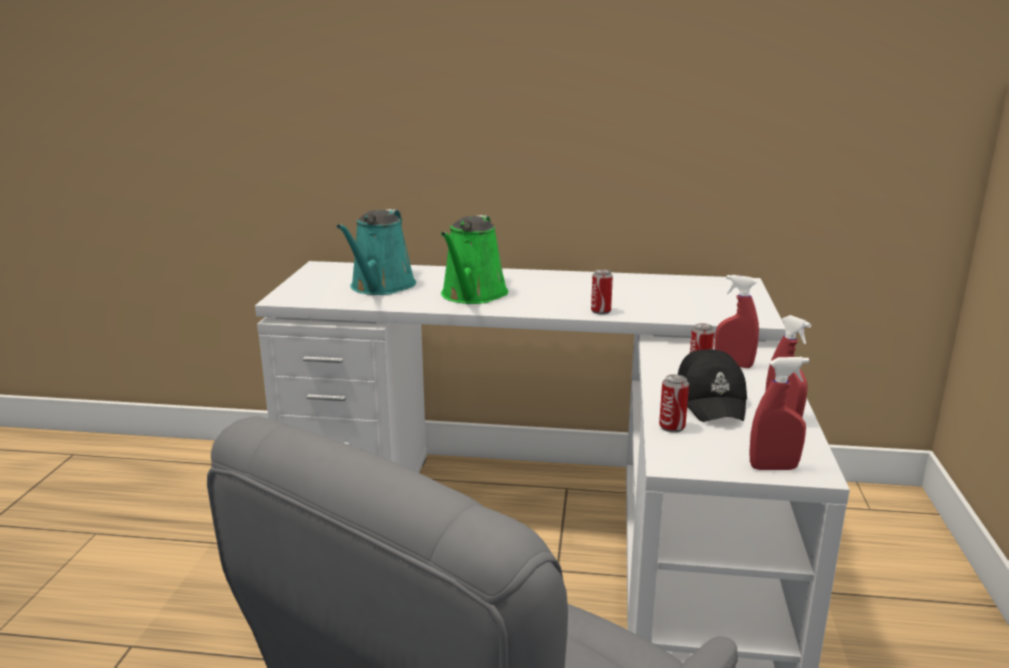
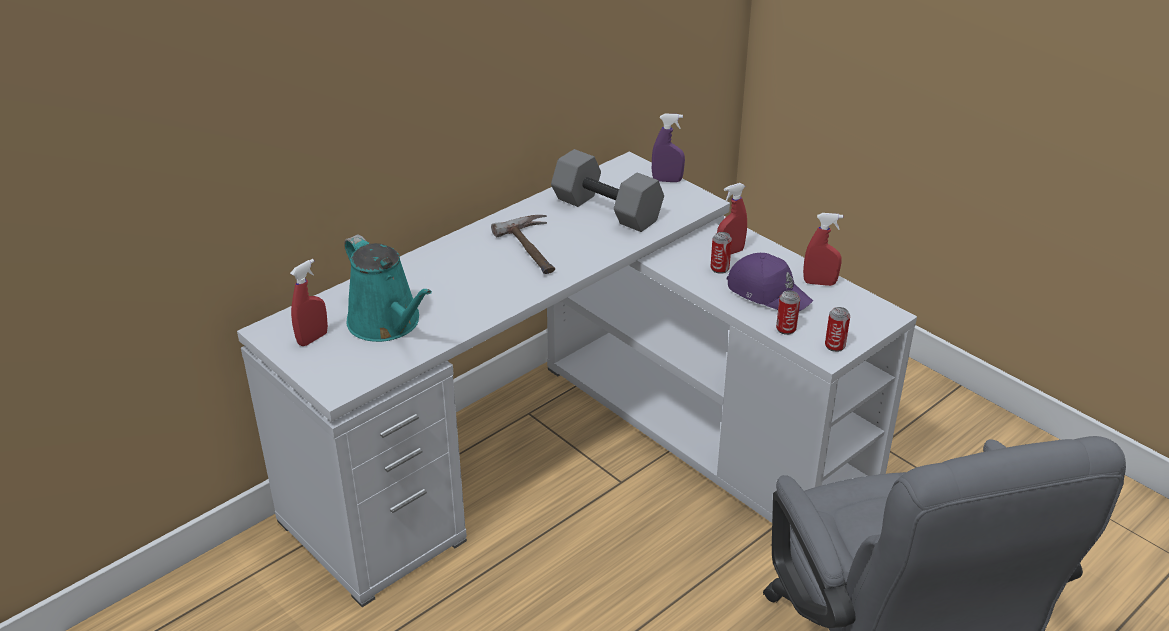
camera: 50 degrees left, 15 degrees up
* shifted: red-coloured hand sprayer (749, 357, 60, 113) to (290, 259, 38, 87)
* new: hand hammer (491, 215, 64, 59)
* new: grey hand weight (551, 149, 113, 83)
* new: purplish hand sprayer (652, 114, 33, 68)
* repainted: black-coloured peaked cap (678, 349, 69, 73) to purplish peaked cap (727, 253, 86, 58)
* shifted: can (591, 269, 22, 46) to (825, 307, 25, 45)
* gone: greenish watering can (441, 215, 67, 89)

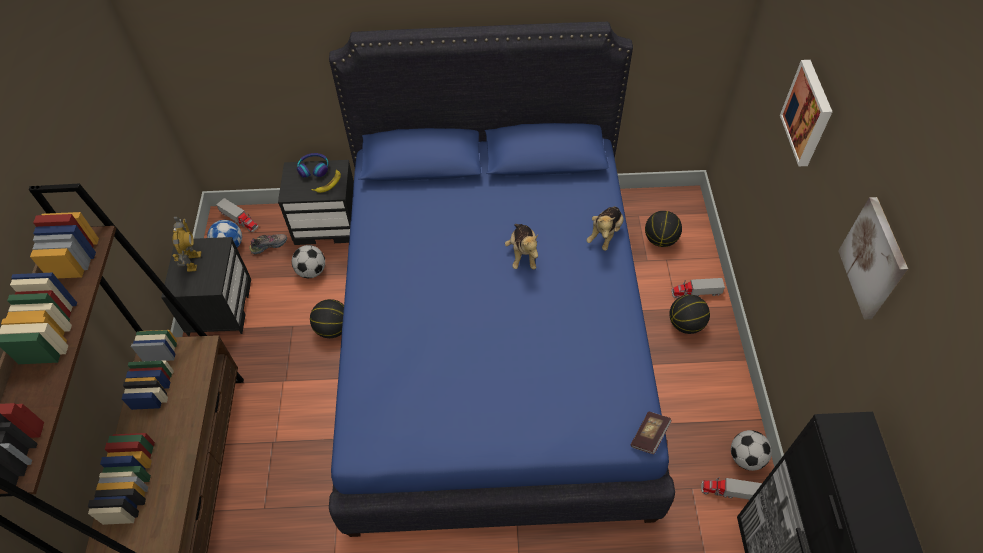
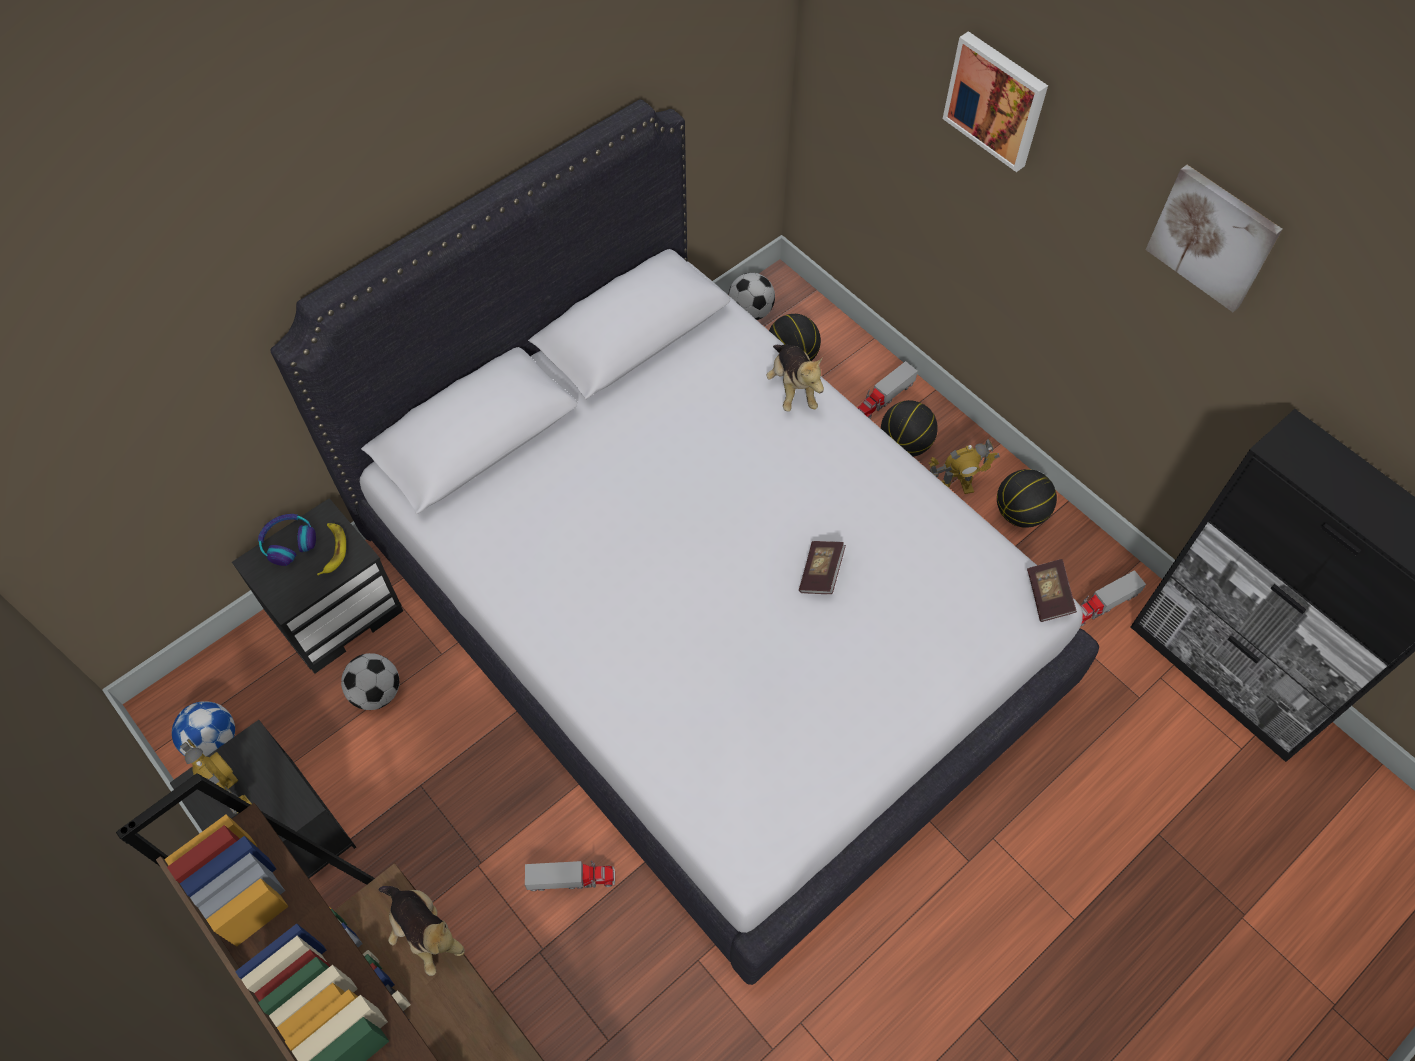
camera: 40 degrees left, 5 degrees up
* repainted: blue-coloured sleeping bed (329, 22, 346, 515) to white sleeping bed (270, 99, 829, 886)
* shifted: cuddly toy (505, 224, 33, 45) to (379, 886, 86, 90)
* shifted: model truck (216, 198, 42, 34) to (525, 861, 90, 30)
* shifted: ball for football (731, 430, 41, 41) to (728, 273, 47, 47)
* new: book (799, 541, 47, 53)
* new: toy robot (929, 439, 71, 55)
* shifted: basketball ball (310, 299, 34, 39) to (997, 469, 60, 59)
* gone: low shoe (249, 234, 38, 20)

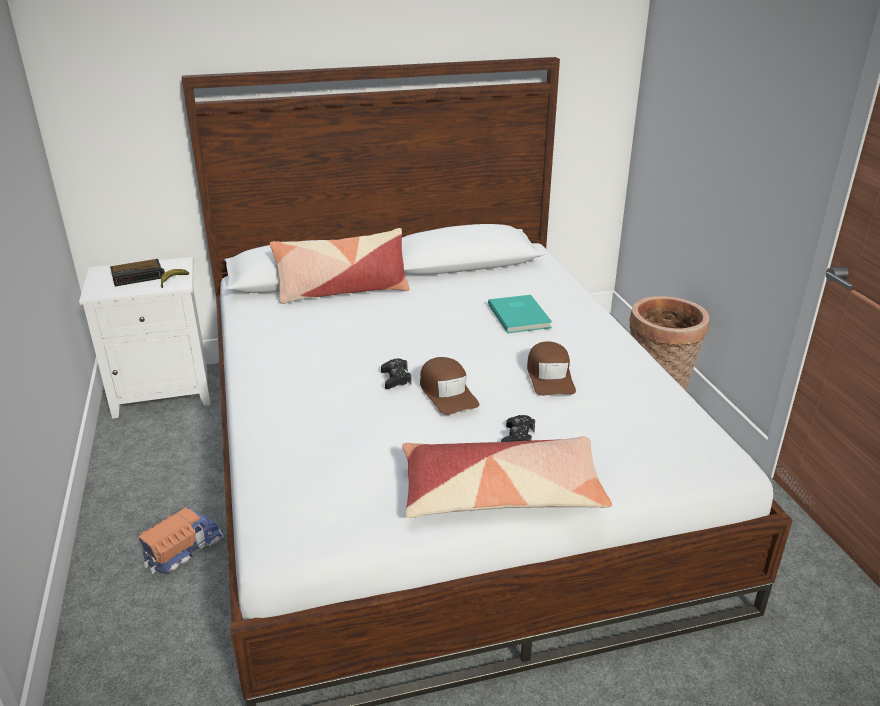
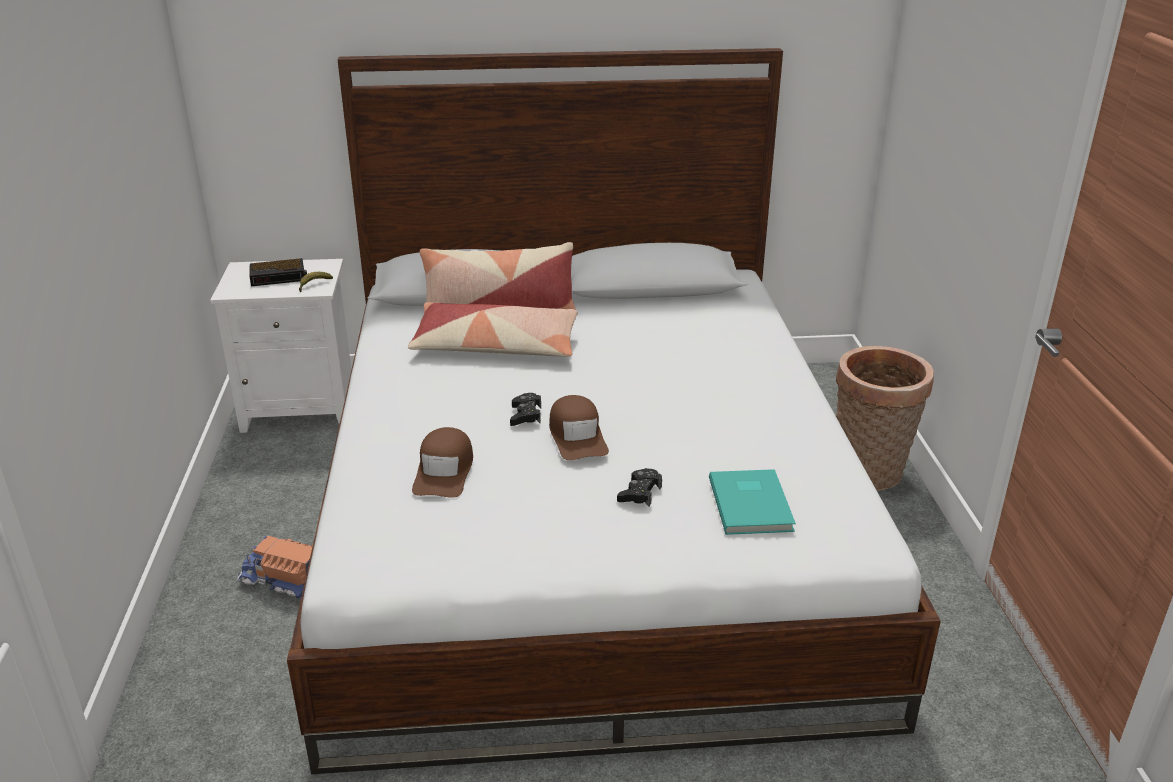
camera: 10 degrees right, 0 degrees up
* rotated: model truck (138, 507, 86, 68) = (237, 536, 76, 63) 120 degrees counterclockwise
* shifted: pillow (402, 436, 210, 82) to (408, 302, 170, 55)
* shifted: brown peaked cap (527, 341, 49, 55) to (412, 427, 61, 71)
* shifted: blue-green book (488, 295, 64, 38) to (709, 469, 87, 66)

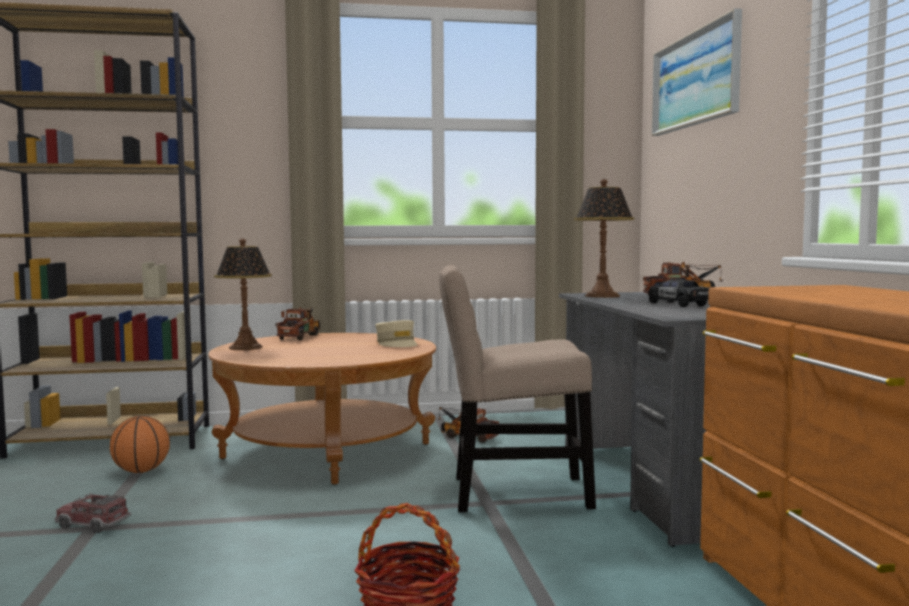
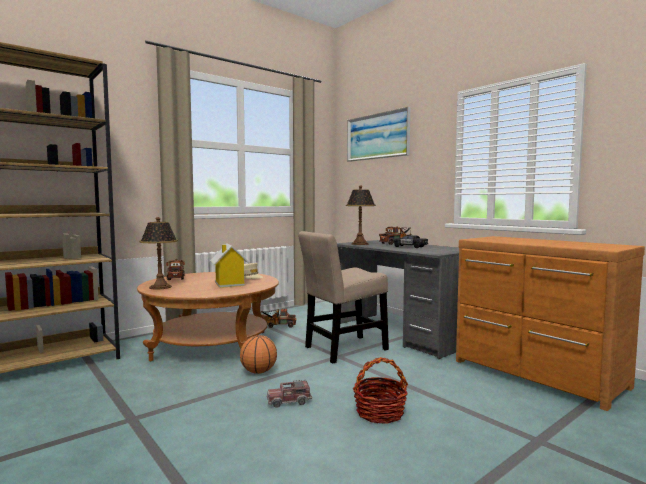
camera: 30 degrees left, 0 degrees up
* new: model house (210, 243, 40, 45)
* shifted: basketball ball (110, 416, 60, 57) to (240, 335, 37, 39)
* shifted: model truck (55, 493, 76, 40) to (267, 380, 45, 28)

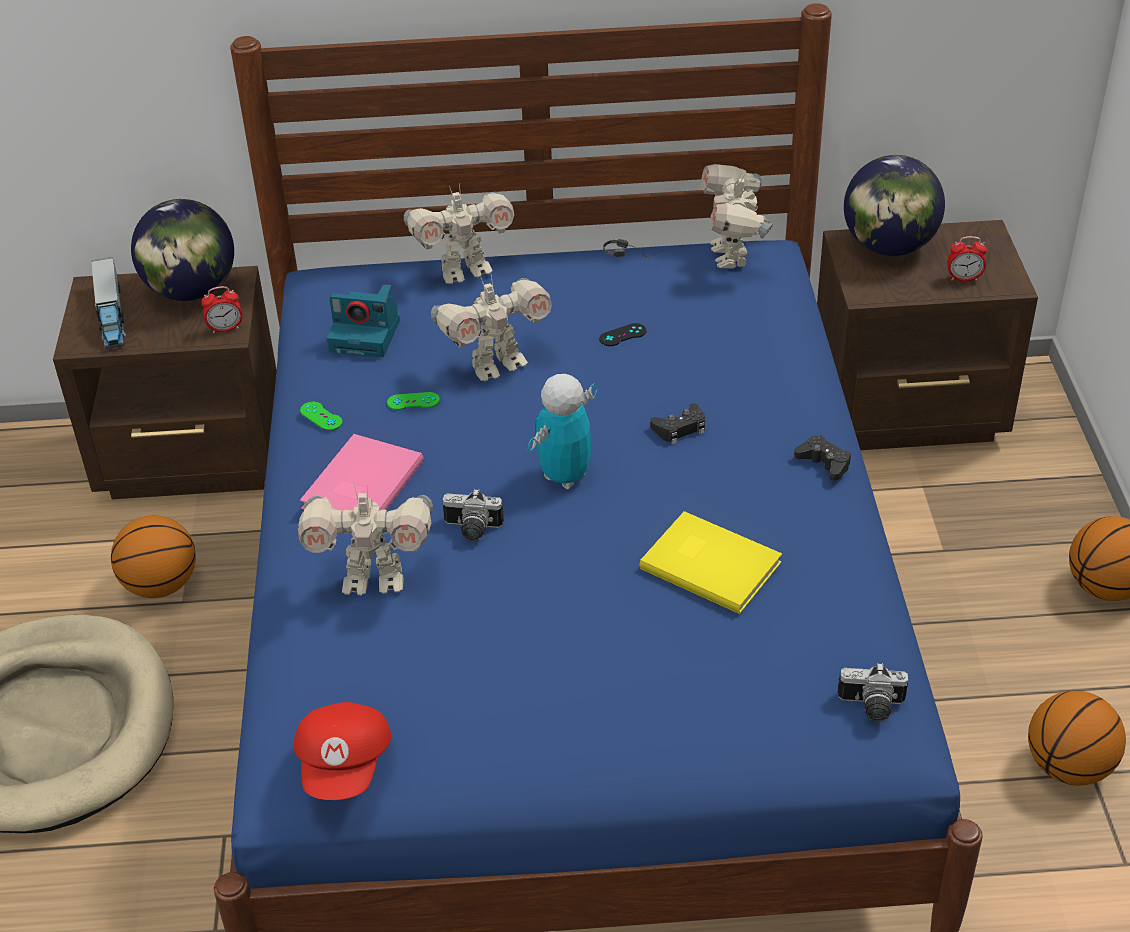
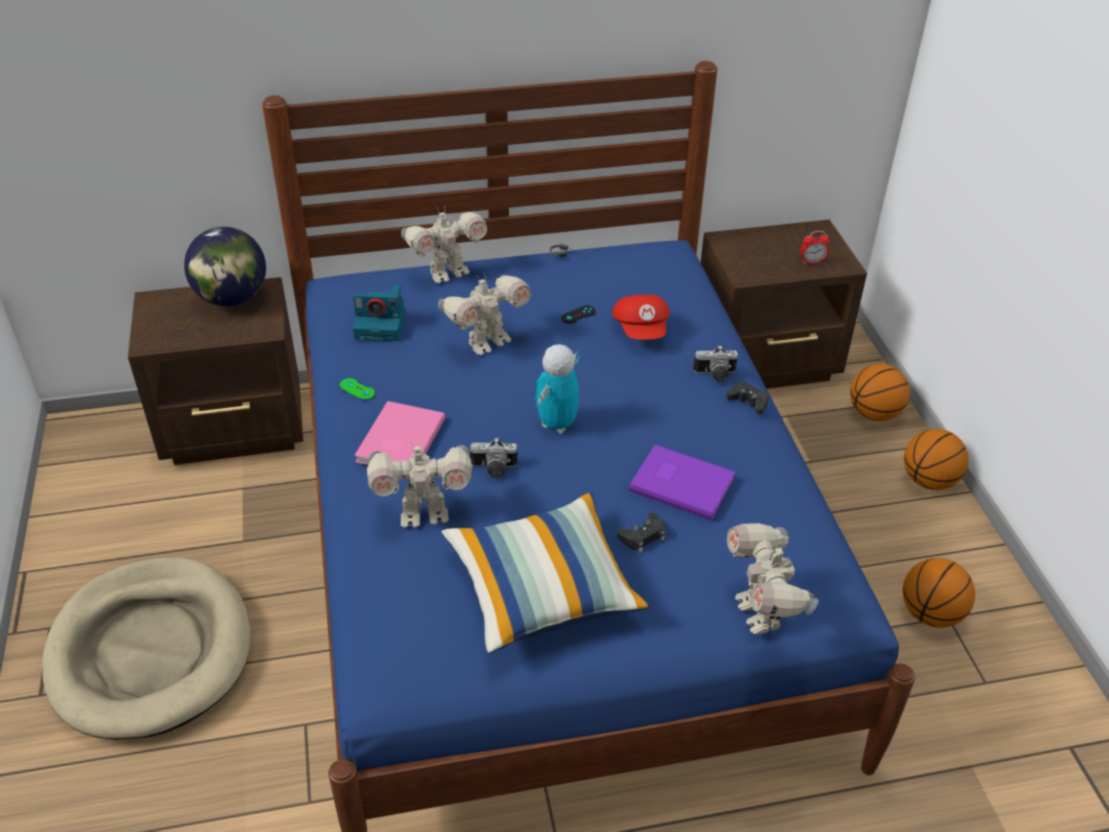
camera: 10 degrees left, 0 degrees up
* new: pillow (442, 493, 208, 160)
* shifted: red-coloured peaked cap (294, 702, 97, 98) to (612, 295, 58, 45)
* shifted: black-coloured gamepad (650, 403, 55, 42) to (617, 512, 48, 41)
* repainted: yellow book (639, 511, 143, 103) to purplish book (629, 445, 106, 75)
* shifted: photo camera (837, 663, 71, 59) to (693, 345, 45, 37)
* shifted: toy robot (701, 164, 72, 104) to (727, 523, 92, 111)
* shifted: basketball ball (111, 515, 85, 83) to (850, 364, 60, 57)
* gone: model truck (91, 257, 35, 92)
* gone: bedside clock (201, 286, 42, 48)
* gone: greenish gamepad (387, 392, 53, 18)
* gone: desk globe (844, 155, 101, 101)

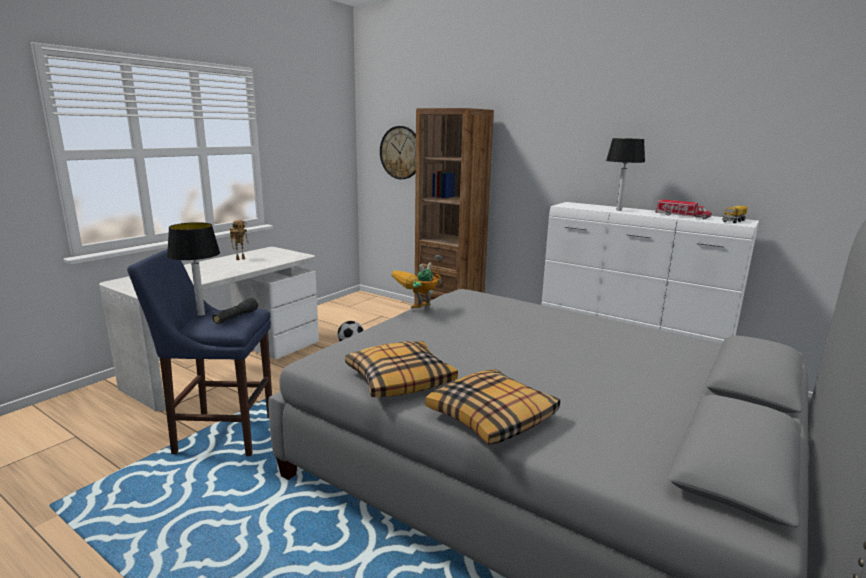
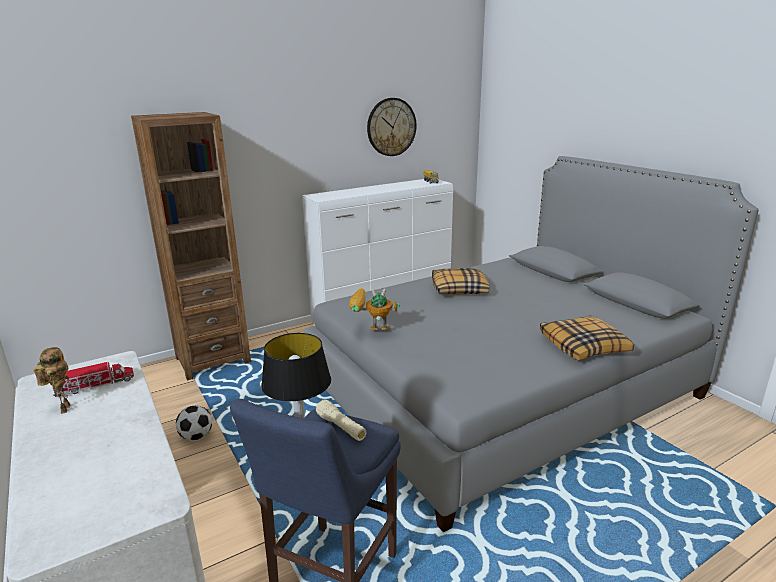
camera: 65 degrees left, 5 degrees up
* shifted: model truck (655, 199, 57, 20) to (53, 362, 81, 35)
* repainted: black-coloured hand torch (212, 298, 46, 26) to beige hand torch (316, 400, 51, 41)
* rotated: toy robot (391, 262, 51, 47) = (349, 288, 51, 42) 105 degrees clockwise
* shifted: clock on the wall (380, 126, 36, 53) to (367, 98, 49, 58)
* shifted: pillow (345, 341, 113, 56) to (432, 268, 57, 27)
* gone: tabletop lamp (606, 138, 39, 73)

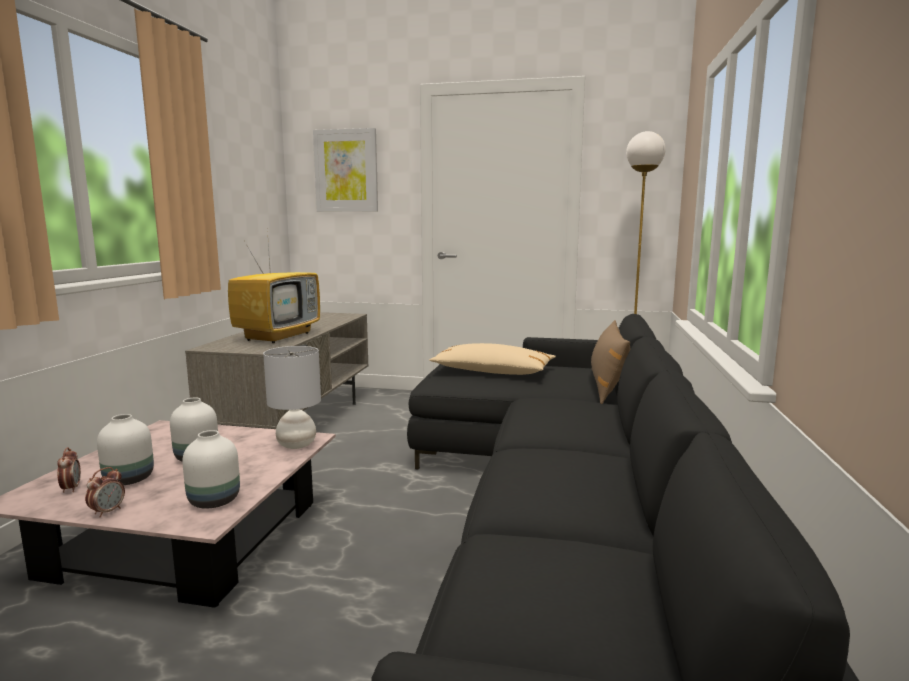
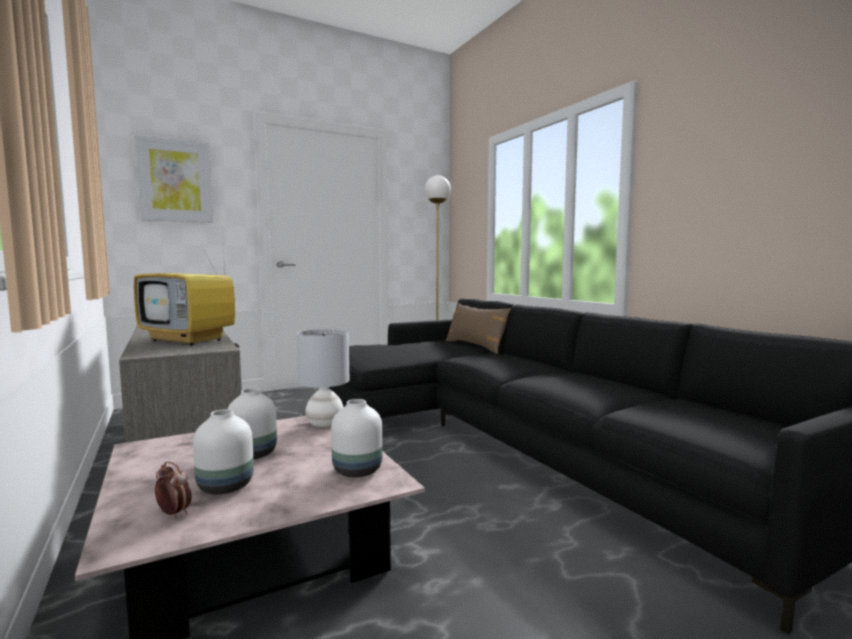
camera: 40 degrees left, 5 degrees down
* rotated: TV set (228, 229, 92, 114) = (134, 241, 101, 104) 135 degrees clockwise
* gone: bedside clock (85, 467, 40, 50)
* gone: beige pillow (429, 343, 126, 32)

